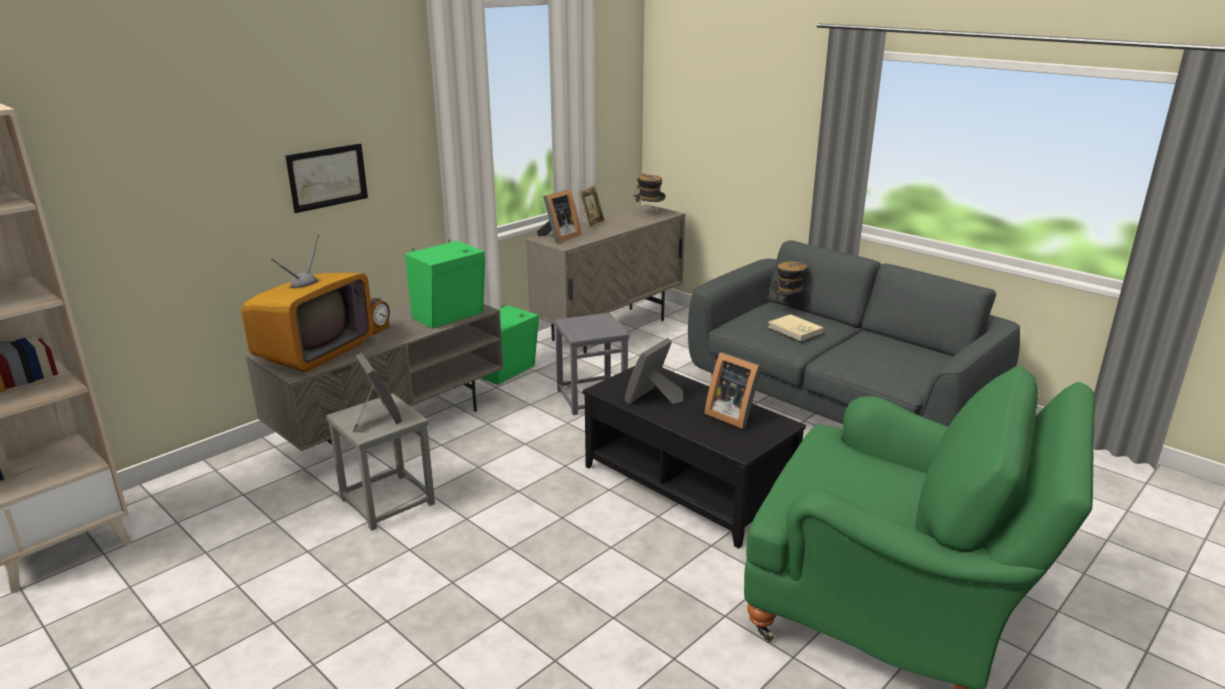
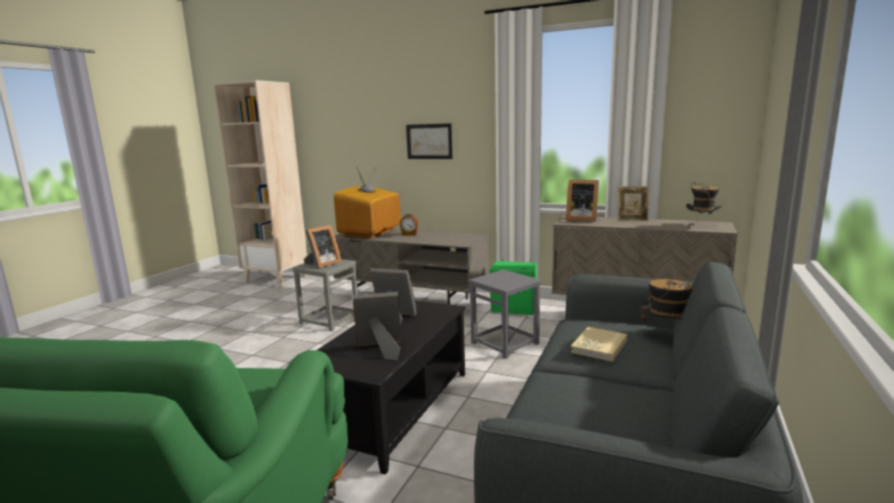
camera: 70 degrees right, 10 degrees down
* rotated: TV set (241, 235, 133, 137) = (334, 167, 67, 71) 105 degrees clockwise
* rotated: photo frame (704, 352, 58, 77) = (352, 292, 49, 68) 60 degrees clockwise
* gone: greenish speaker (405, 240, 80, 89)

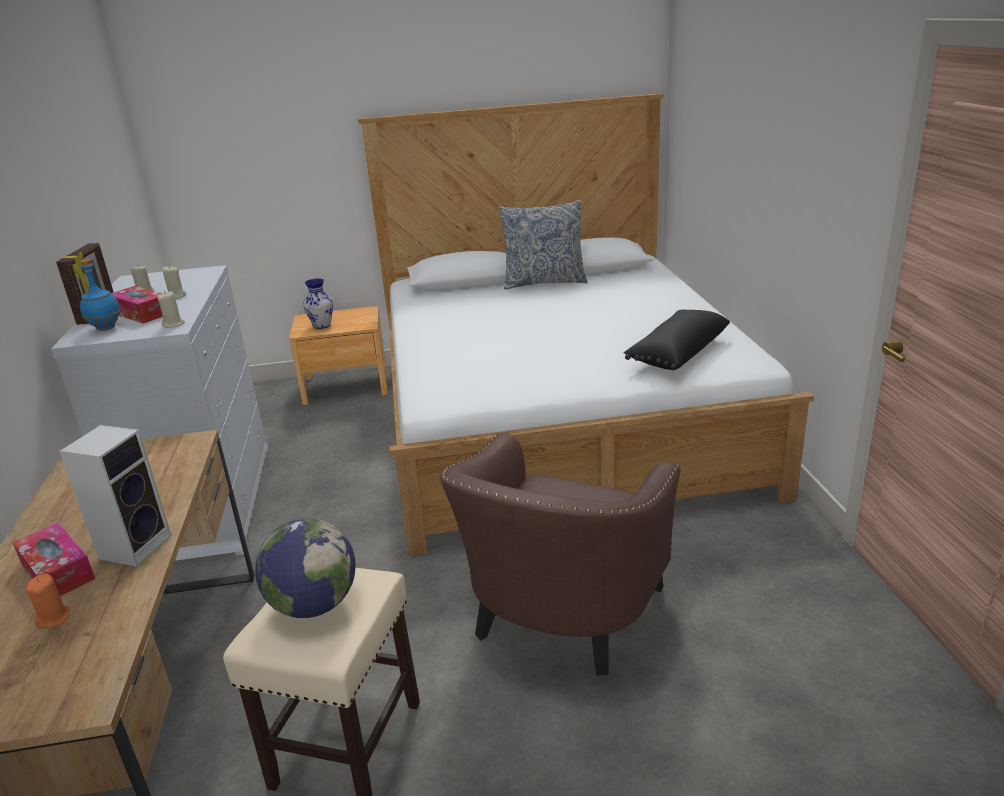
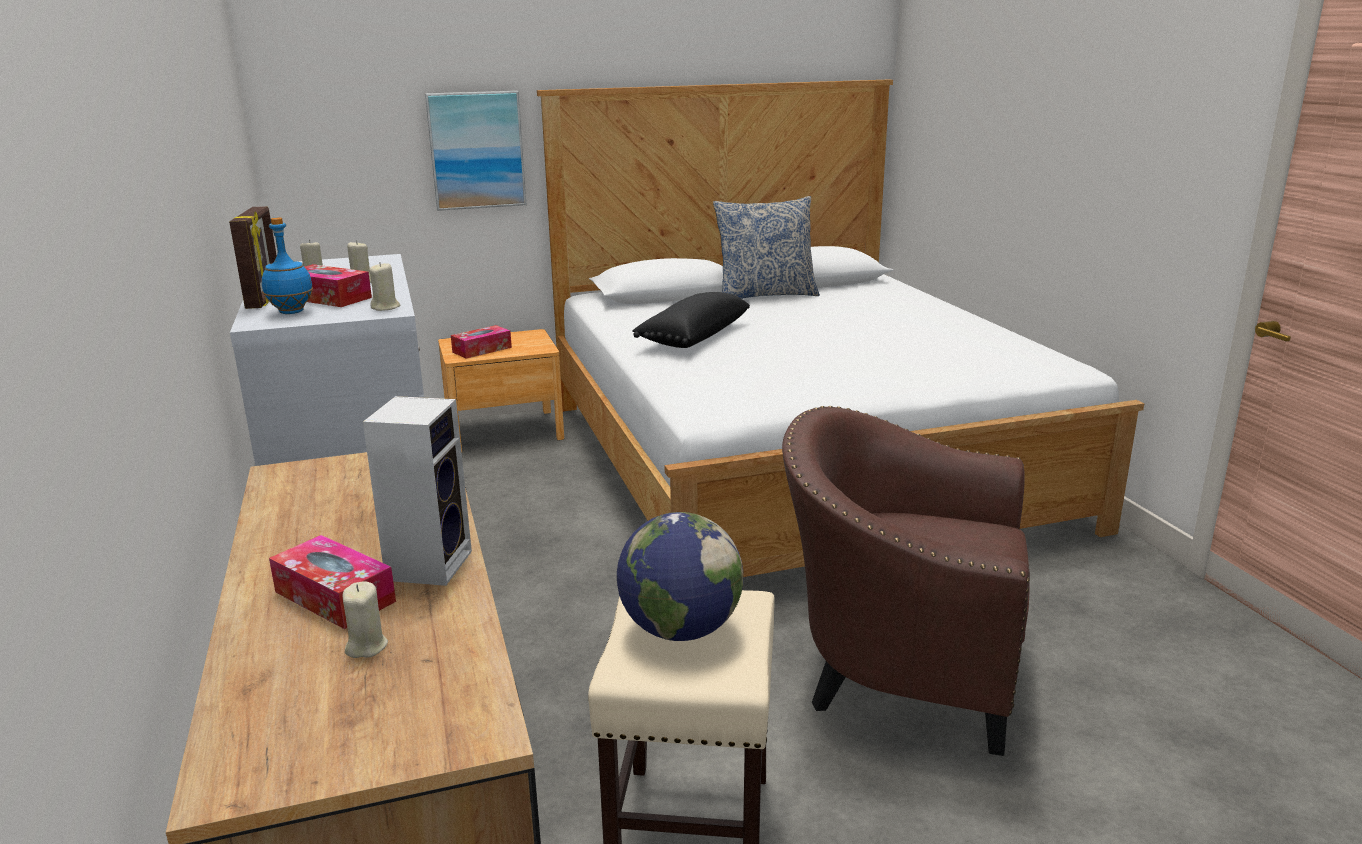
camera: 10 degrees left, 5 degrees down
* repainted: orange candle (26, 574, 44, 55) to beige candle (343, 581, 45, 77)
* new: picture (425, 91, 101, 120)
* swapped: decorative vase (303, 278, 30, 51) to tissue holder (451, 325, 61, 34)
* shifted: black-coloured pillow (624, 310, 106, 60) to (632, 292, 118, 56)
* rotated: brown easy chair (439, 433, 242, 243) = (782, 406, 248, 350) 90 degrees clockwise

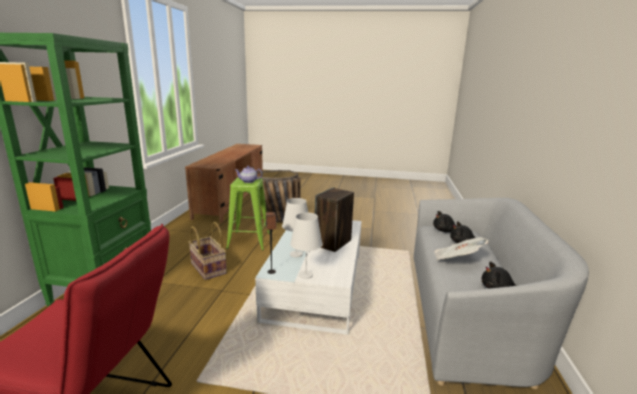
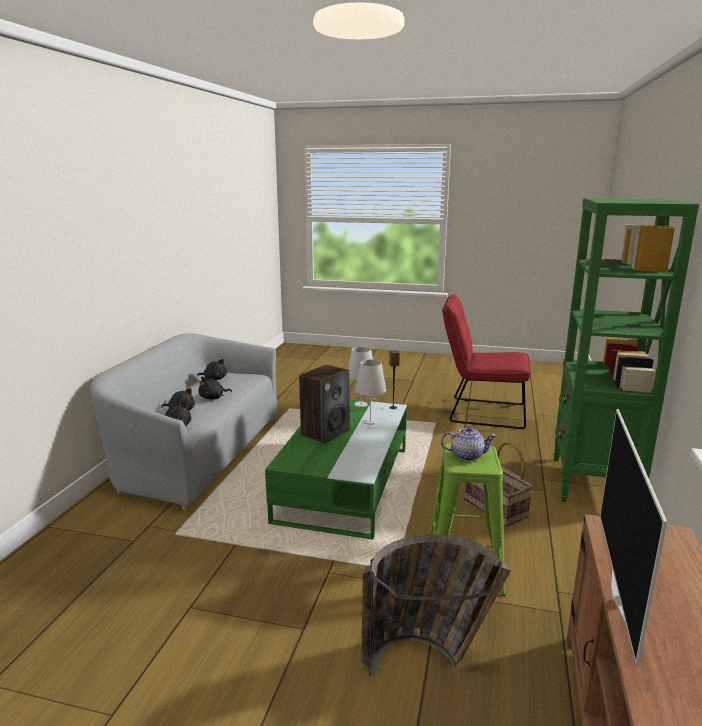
camera: 175 degrees left, 0 degrees up
* swapped: newspaper (434, 237, 54, 23) to black-coloured cuddly toy (198, 377, 34, 22)
* repainted: white low table (255, 220, 106, 115) to greenish low table (265, 399, 142, 140)
* new: TV set (600, 409, 67, 257)

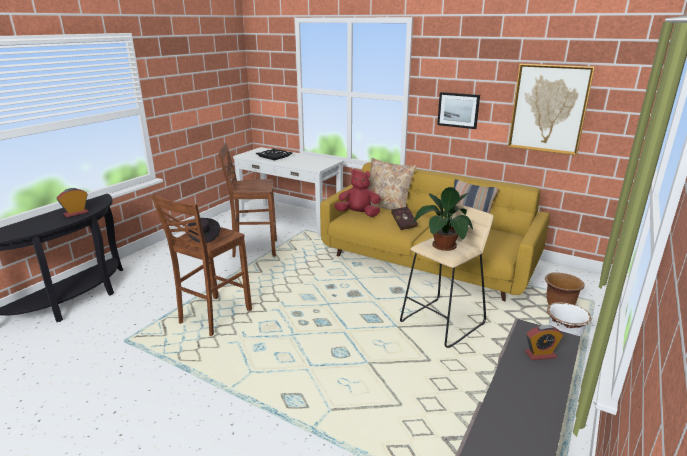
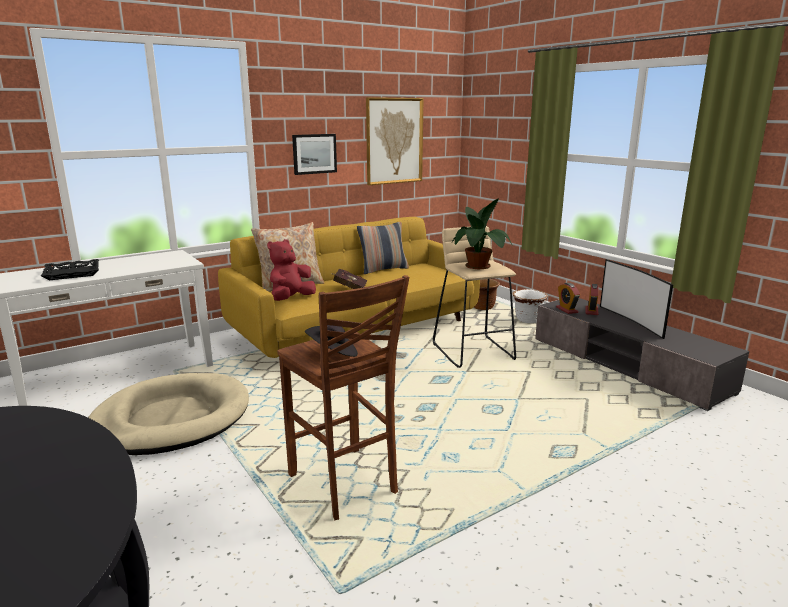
camera: 65 degrees left, 5 degrees down
* swapped: brown sitting stool (218, 143, 59, 114) to beige dog cushion (88, 373, 161, 82)
* shifted: bedside clock (57, 188, 32, 30) to (556, 283, 24, 31)
* new: TV set (600, 259, 73, 80)

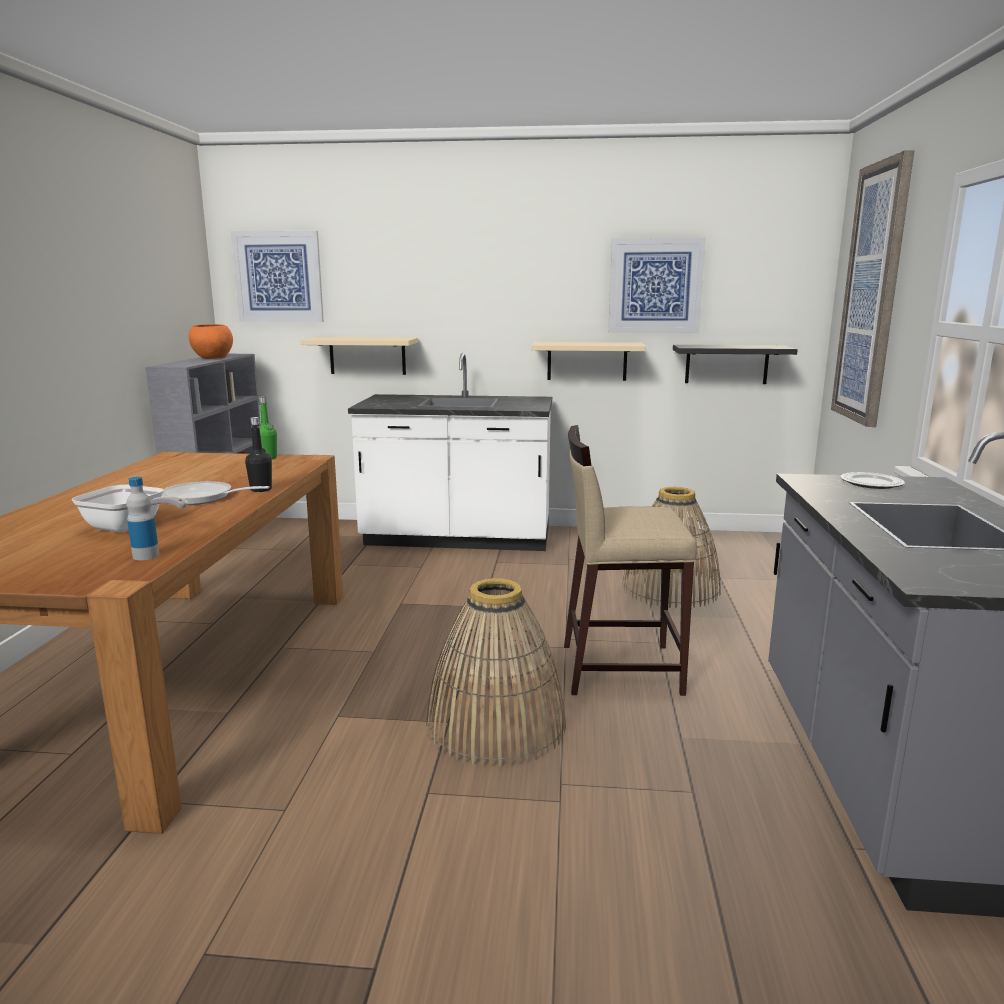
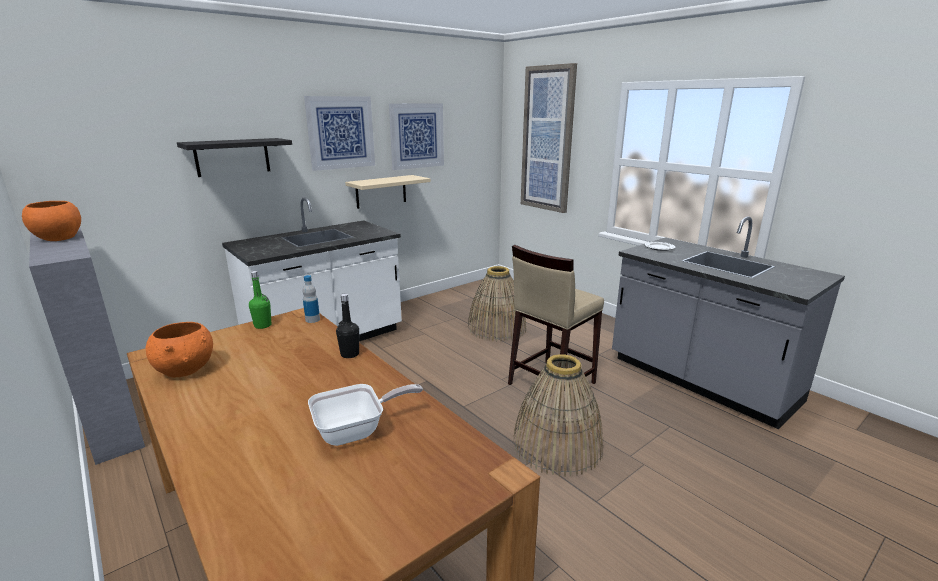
camera: 45 degrees left, 5 degrees up
* new: orange bowl (146, 322, 67, 55)
* shifted: black-coloured wall shelf (673, 345, 125, 39) to (177, 138, 115, 39)
* shifted: bottle (126, 477, 33, 83) to (302, 275, 18, 48)
* shifted: picture (231, 231, 93, 91) to (304, 96, 71, 75)
* gone: frying pan (162, 481, 108, 24)
* gone: beige wall shelf (301, 337, 117, 38)

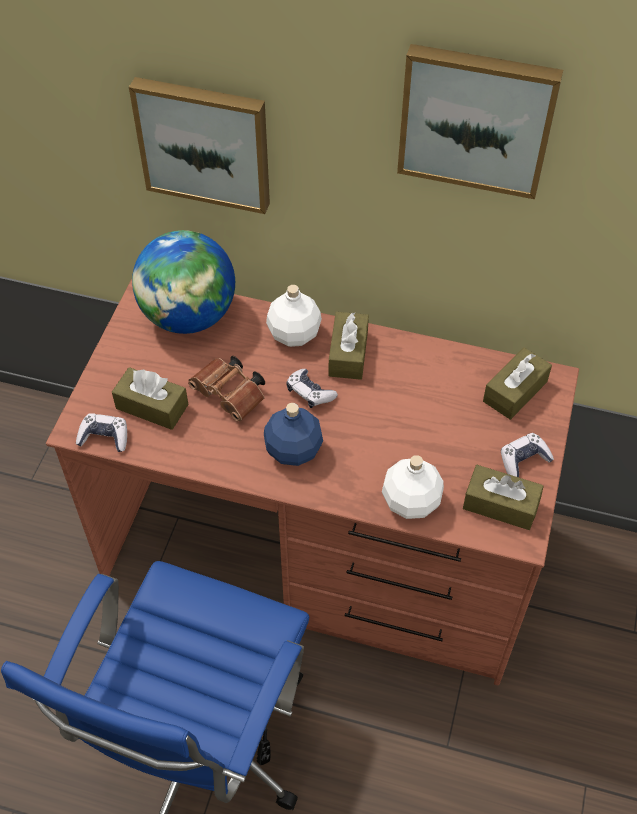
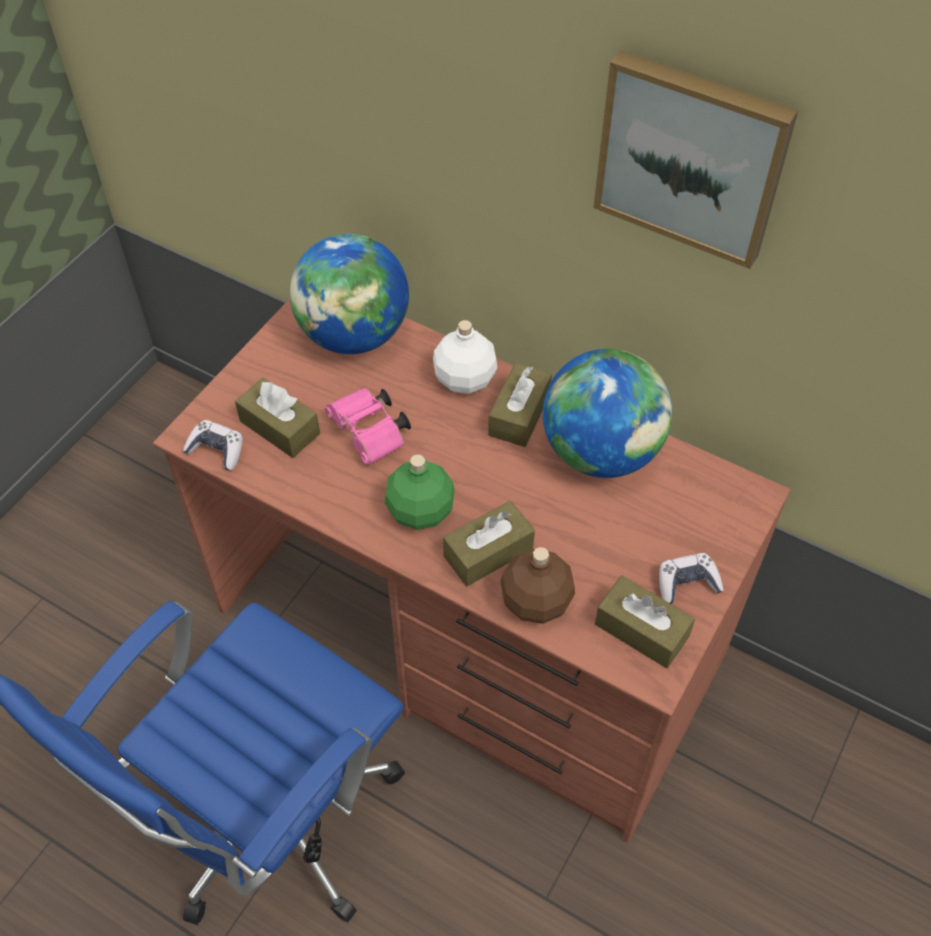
camera: 15 degrees right, 0 degrees up
* repainted: brown pair of binoculars (188, 356, 77, 65) to pink pair of binoculars (325, 388, 86, 77)
* repainted: blue-coloured bottle (264, 403, 59, 63) to greenish bottle (385, 454, 69, 76)
* shifted: brown tissue holder (483, 348, 69, 72) to (443, 501, 92, 85)
* repainted: white bottle (382, 455, 62, 64) to brown bottle (501, 547, 74, 77)
* new: desk globe (543, 349, 129, 129)
* gone: picture (129, 77, 141, 137)
* gone: gamepad (286, 369, 52, 39)

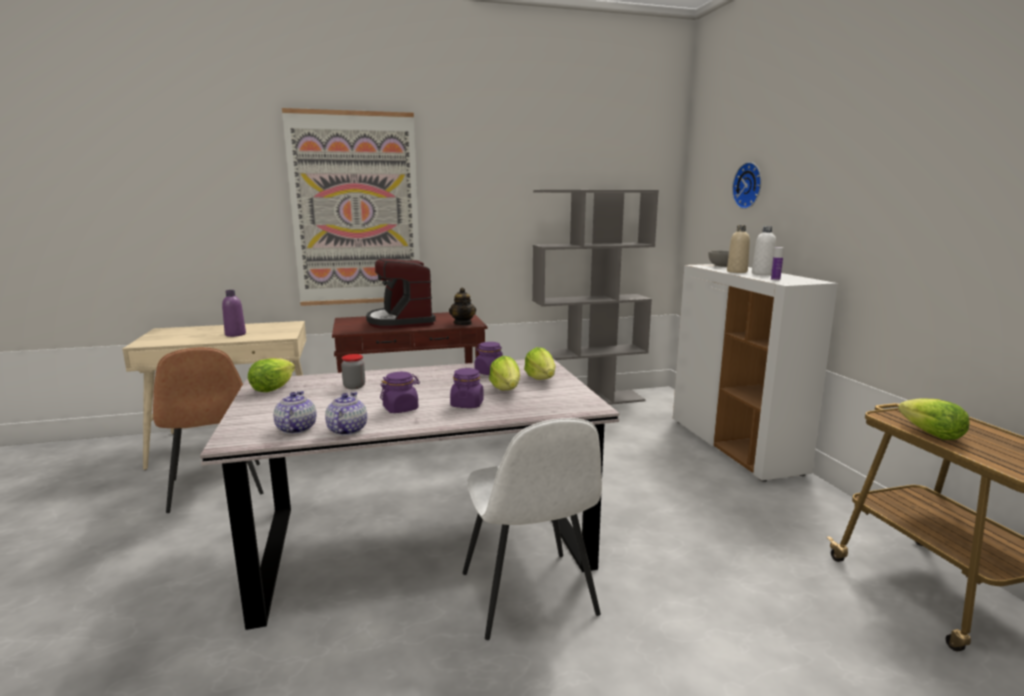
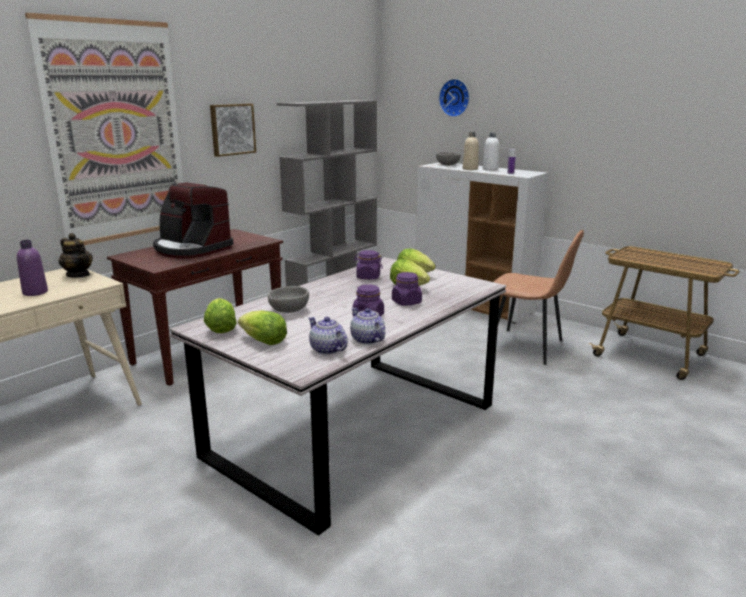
camera: 35 degrees left, 5 degrees up
* shifted: tea pot (449, 288, 27, 37) to (59, 233, 34, 44)
* new: picture (210, 104, 46, 53)
* shifted: lettuce head (898, 398, 72, 42) to (238, 310, 49, 35)
* swapped: jar (341, 354, 24, 35) to grey bowl (268, 286, 41, 27)
* shifted: brown plain chair (153, 347, 110, 166) to (494, 230, 90, 135)
* gone: white plain chair (463, 418, 139, 222)

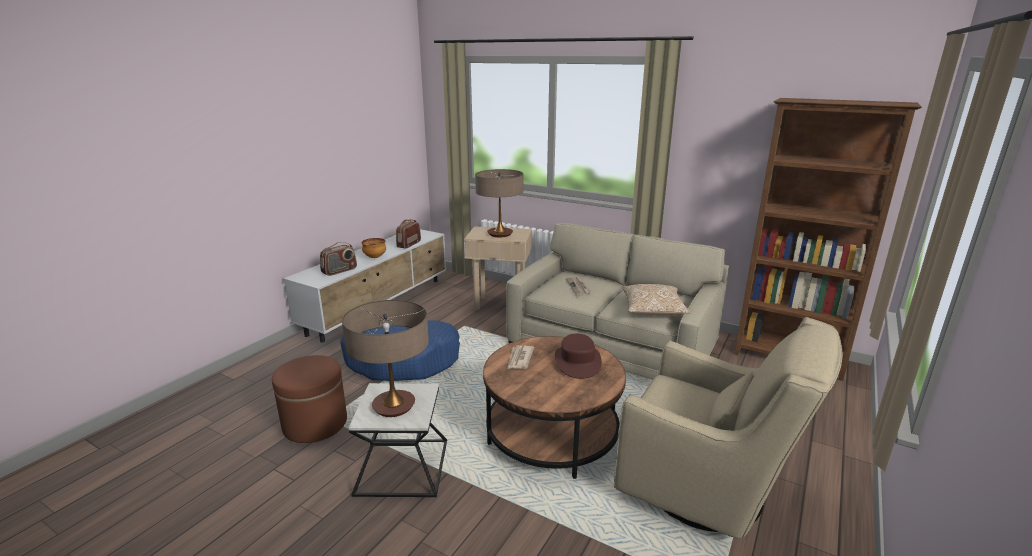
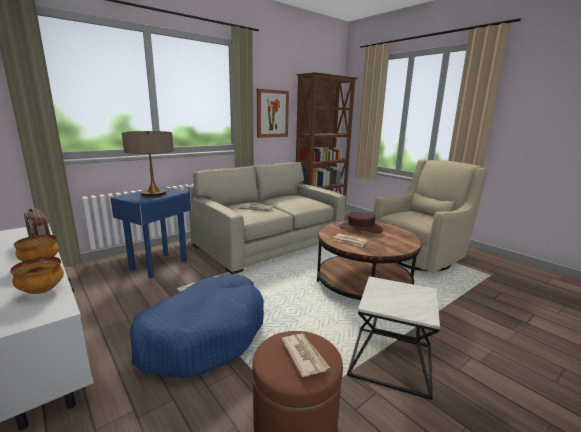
camera: 70 degrees left, 5 degrees down
* swapped: radio receiver (320, 242, 37, 34) to bowl (10, 257, 54, 37)
* repainted: beige accent table (464, 227, 68, 83) to blue-coloured accent table (111, 187, 81, 91)
* new: picture (257, 89, 32, 49)
* new: newspaper (281, 334, 49, 43)
* gone: tabletop lamp (342, 300, 87, 117)
* gone: pillow (622, 284, 69, 31)

